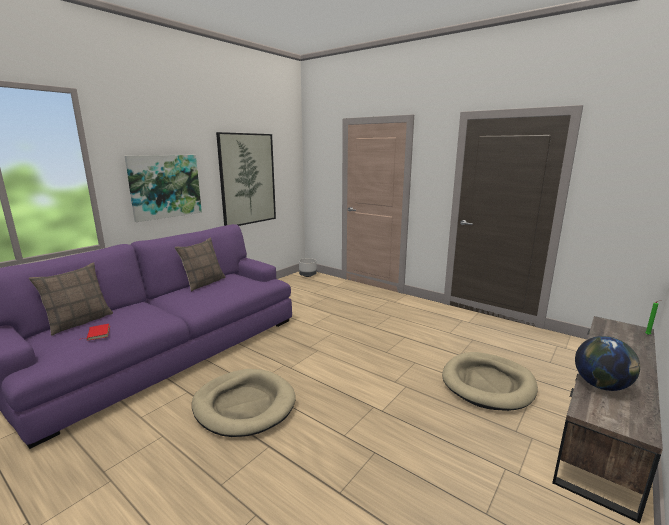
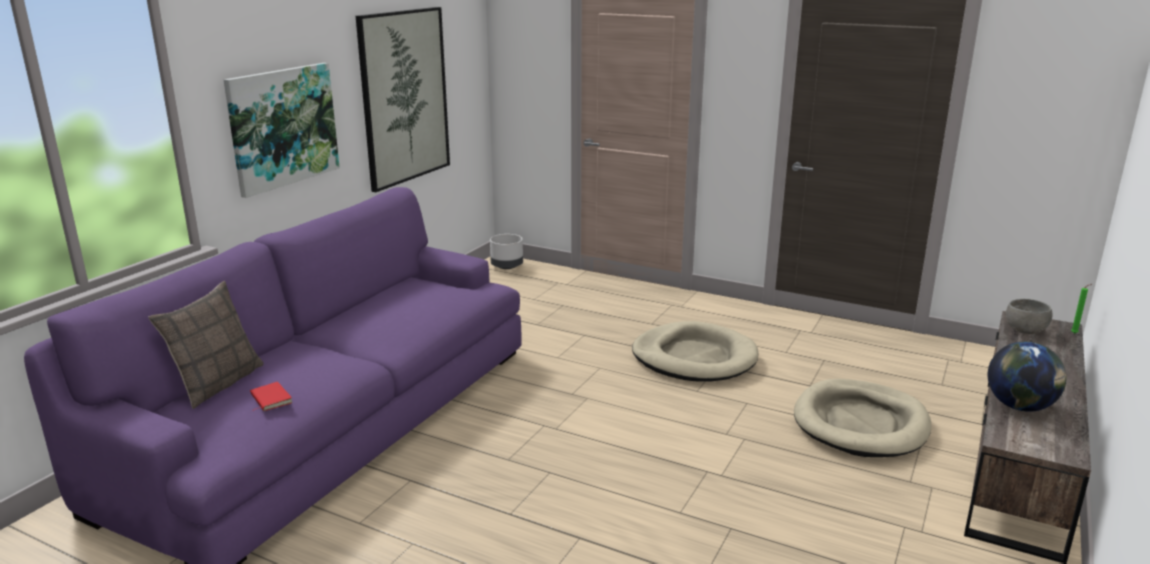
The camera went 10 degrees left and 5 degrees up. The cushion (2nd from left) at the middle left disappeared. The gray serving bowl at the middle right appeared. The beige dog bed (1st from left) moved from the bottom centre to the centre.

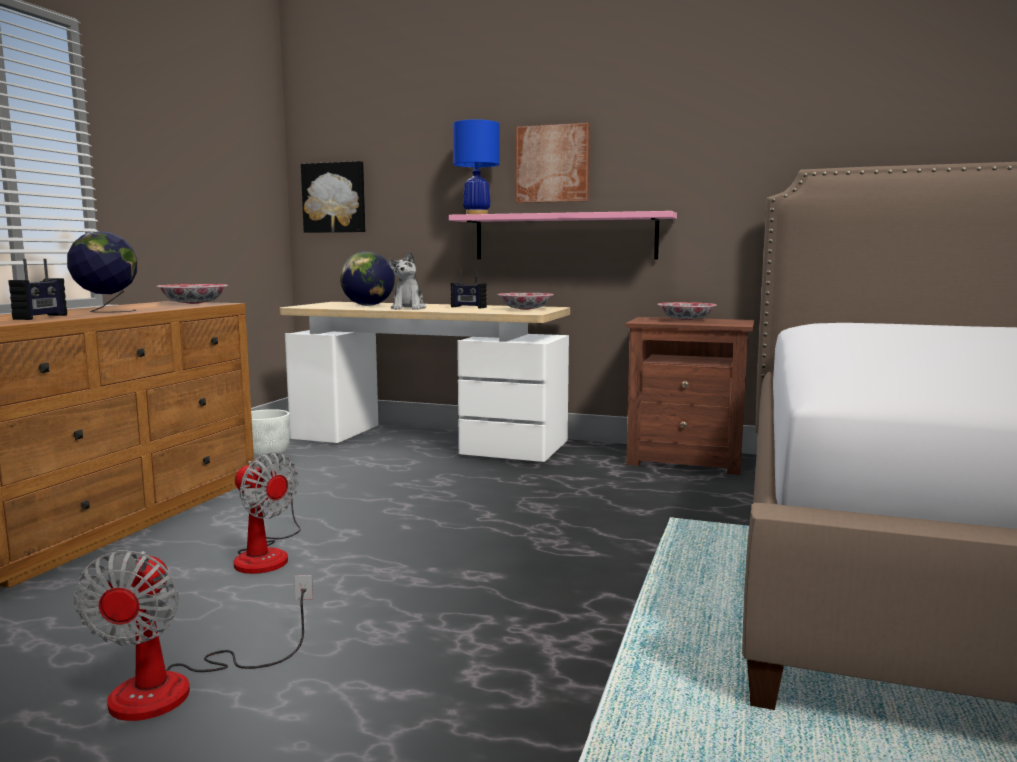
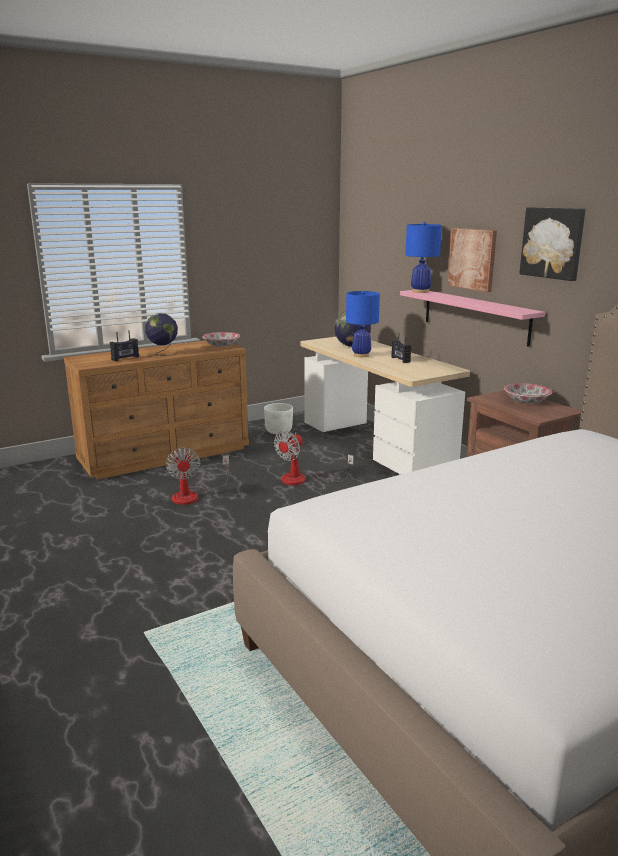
The camera went 40 degrees right and 10 degrees up. The serving bowl (2nd from left) at the centre disappeared. The electric fan (1st from left in the first image) moved from the bottom left to the centre. The picture (1st from left in the first image) moved from the top left to the top right. The soft toy at the centre was replaced by the bluish lamp for a table (1st from left) at the centre.

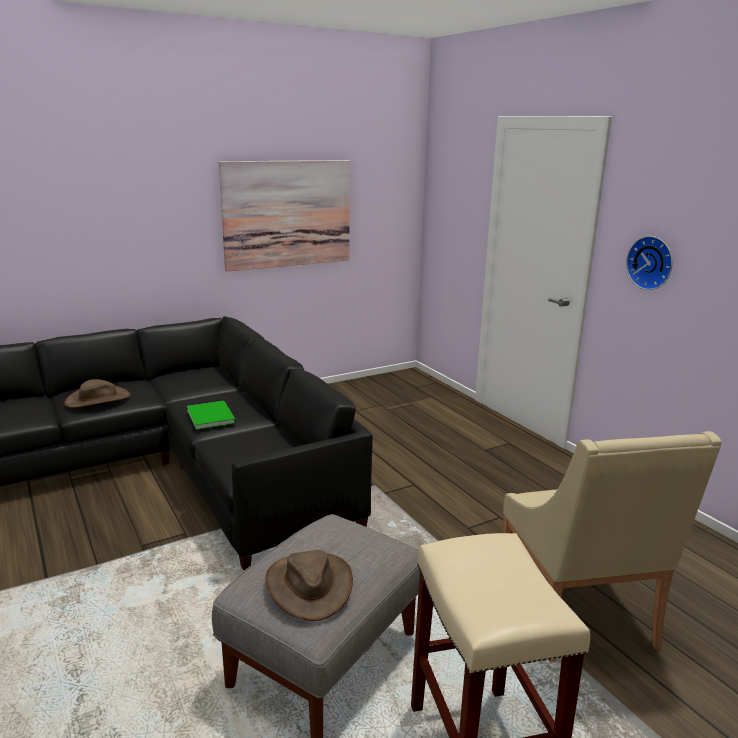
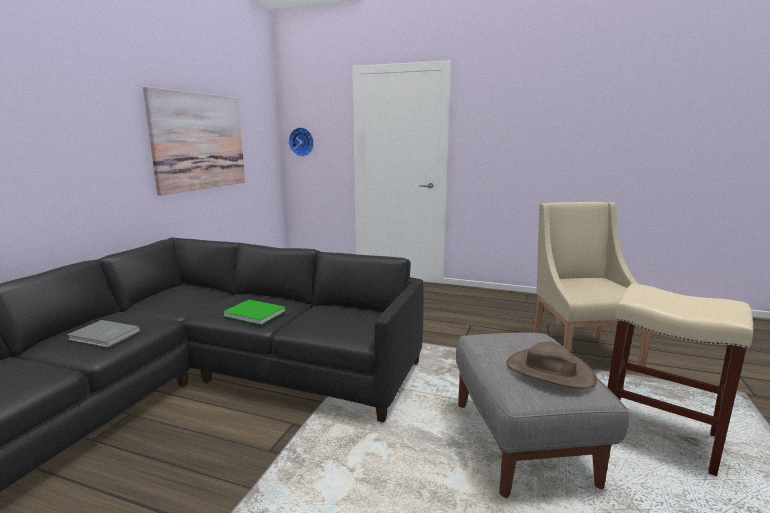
The camera went 40 degrees left and 5 degrees down. The wall clock moved from the middle right to the top centre. The brown-coloured hat (1st from left) at the middle left was replaced by the gray book at the middle left. The beige easy chair at the bottom right turned 135 degrees counterclockwise.

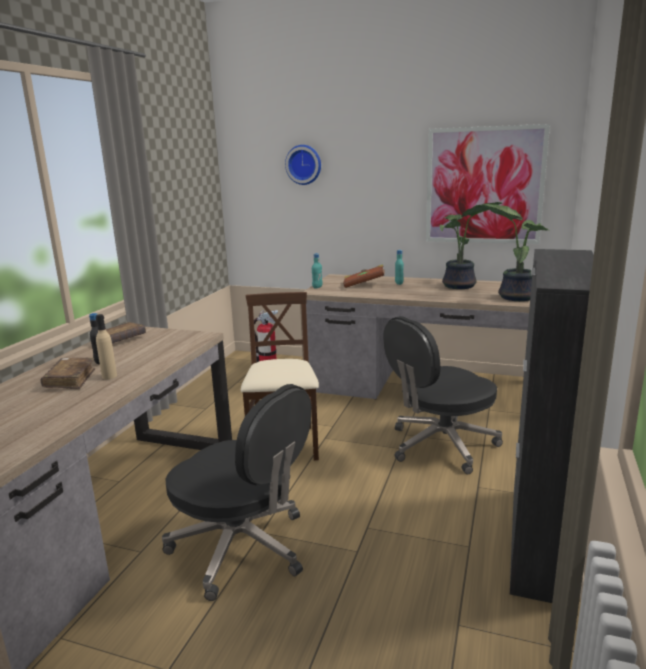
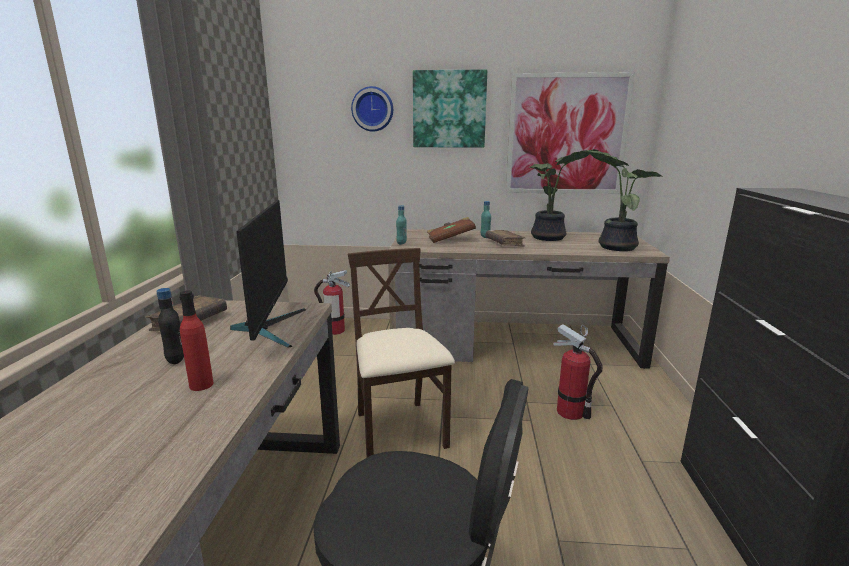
The camera went 15 degrees left and 0 degrees up. The computer display at the middle left appeared. The picture (1st from left) at the top centre appeared. The brown-coloured book (1st from left in the first image) moved from the middle left to the centre. The black-coloured office chair (2nd from left) at the middle right was replaced by the extinguisher (2nd from left) at the middle right. The beige drink bottle at the middle left became the reddish drink bottle at the middle left.

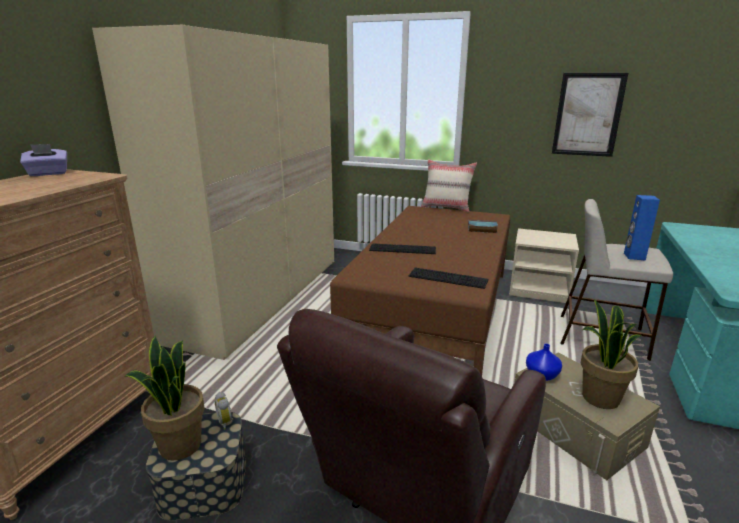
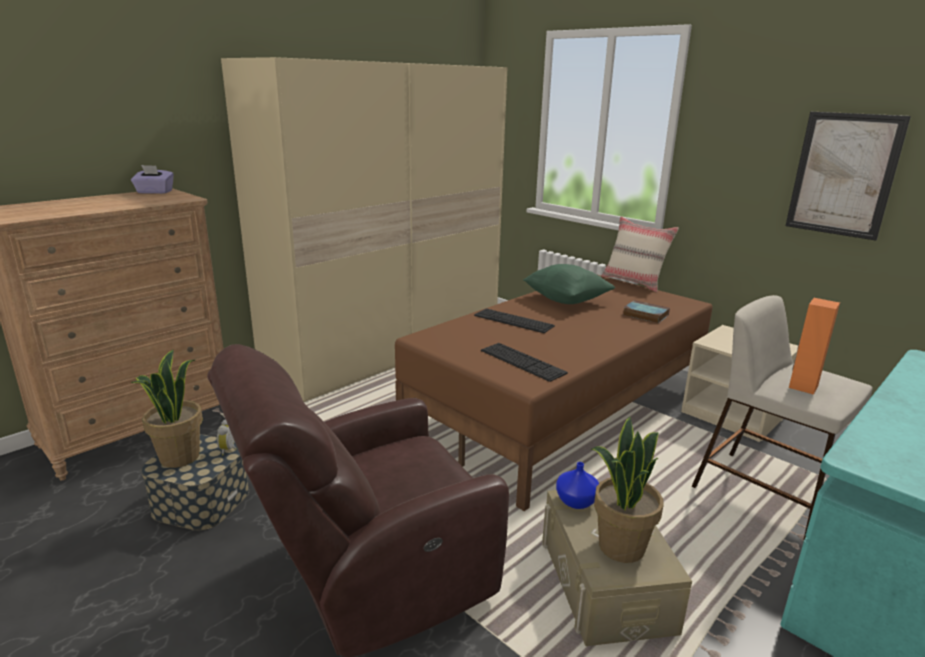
The camera went 25 degrees right and 0 degrees up. The greenish cushion at the centre appeared. The bluish audio speaker at the middle right became the orange audio speaker at the middle right.

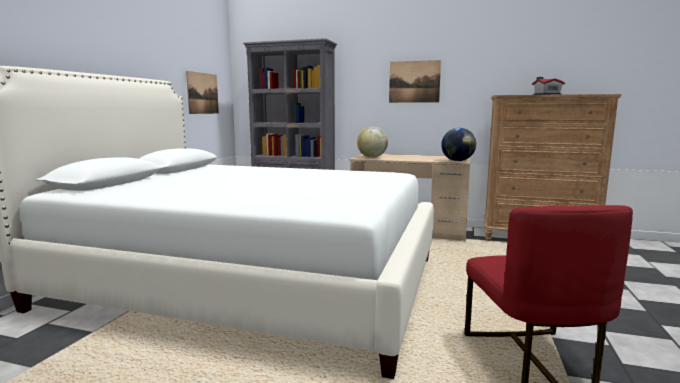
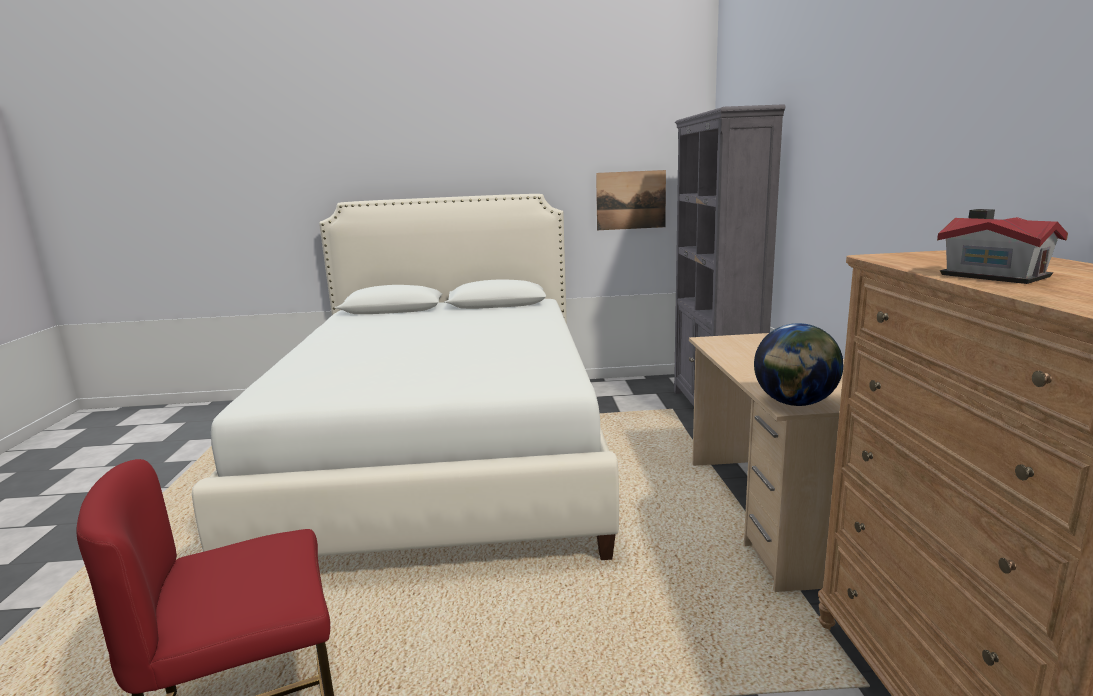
The camera went 70 degrees right and 5 degrees up. The desk globe (1st from left) at the centre disappeared. The picture (2nd from left) at the top centre disappeared.

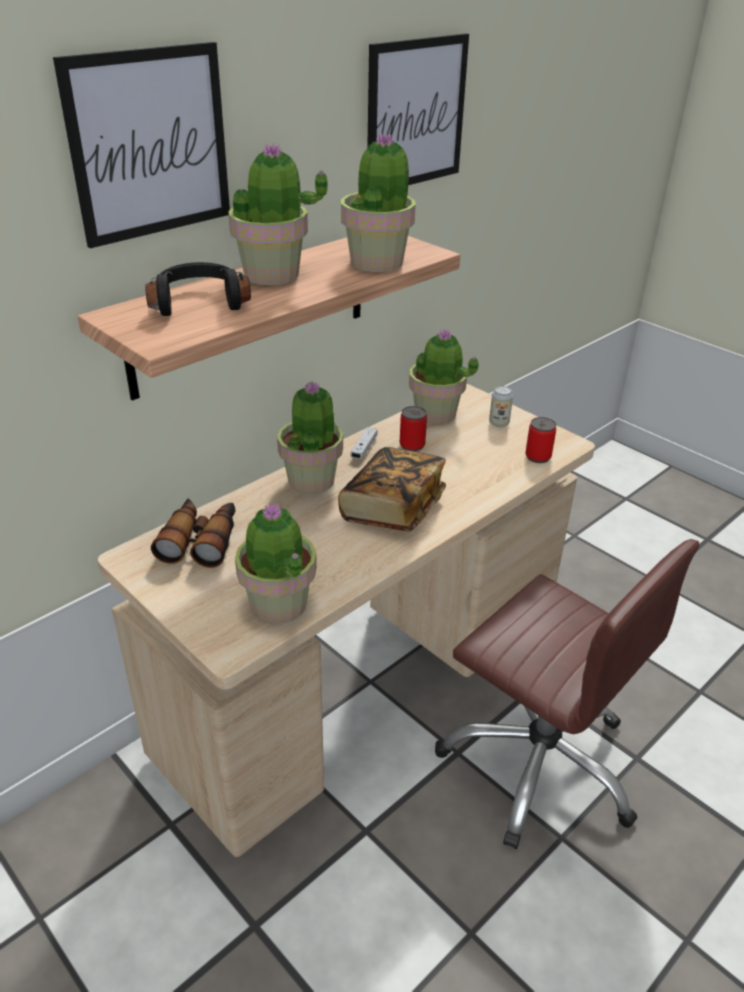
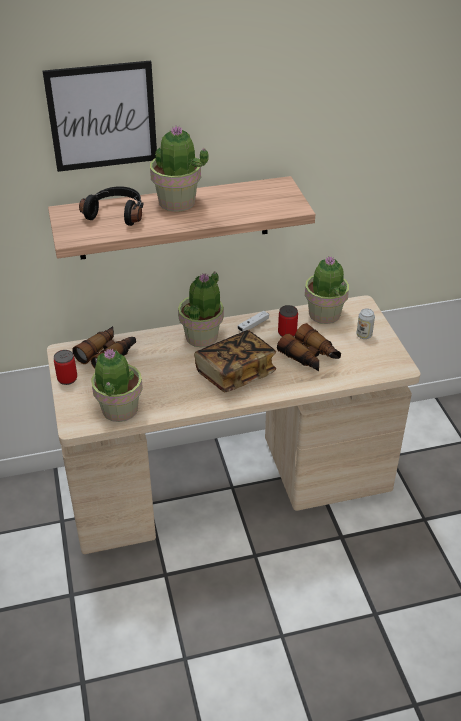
The camera went 30 degrees right and 5 degrees up. The houseplant (4th from left) at the top centre disappeared. The picture (2nd from left) at the top centre disappeared. The brown-coloured office chair at the bottom right disappeared. The pair of binoculars (2nd from left) at the middle right appeared. The sealed can (3rd from left in the first image) moved from the middle right to the middle left.

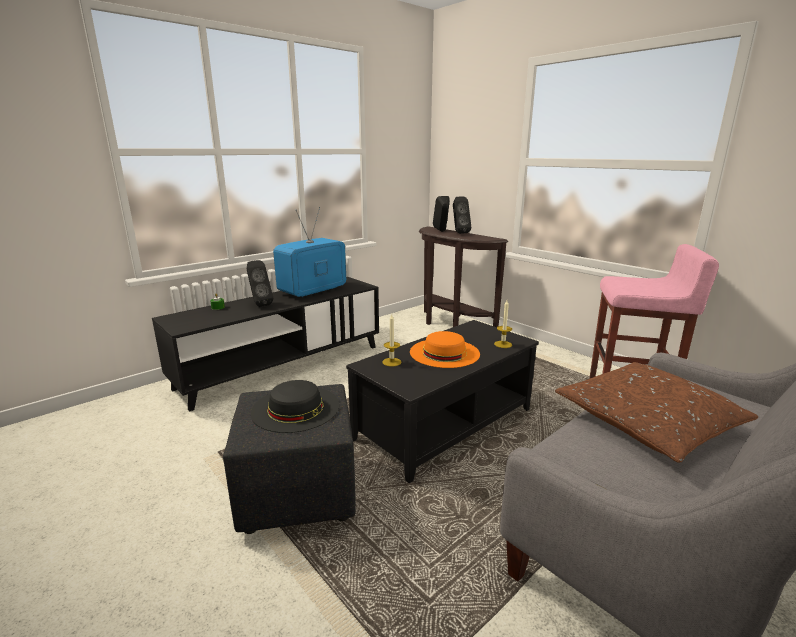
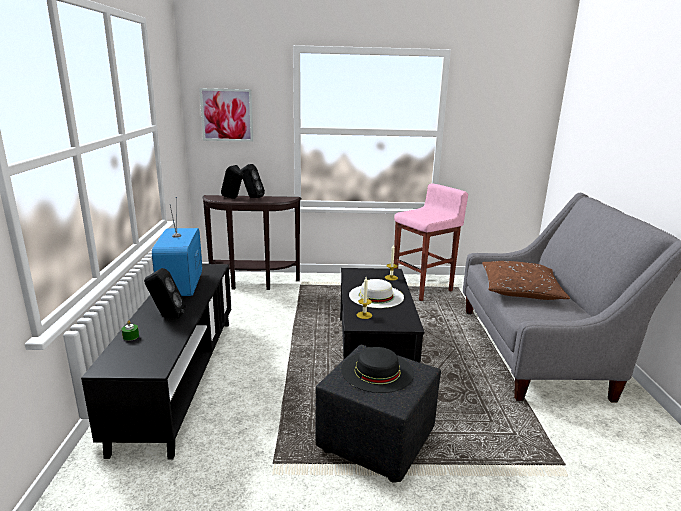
The camera went 50 degrees left and 0 degrees up. The picture at the top left appeared. The orange hat at the centre became the white-coloured hat at the centre.

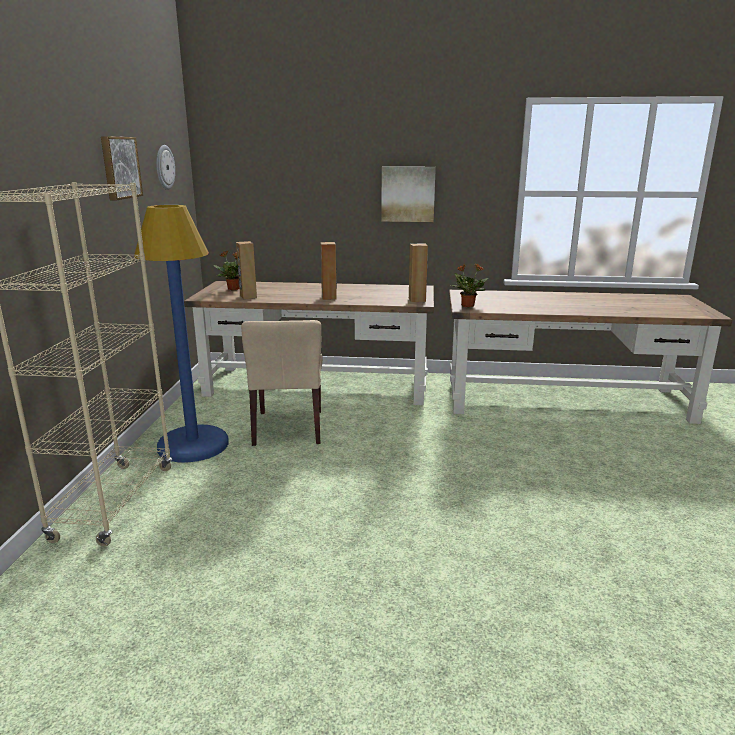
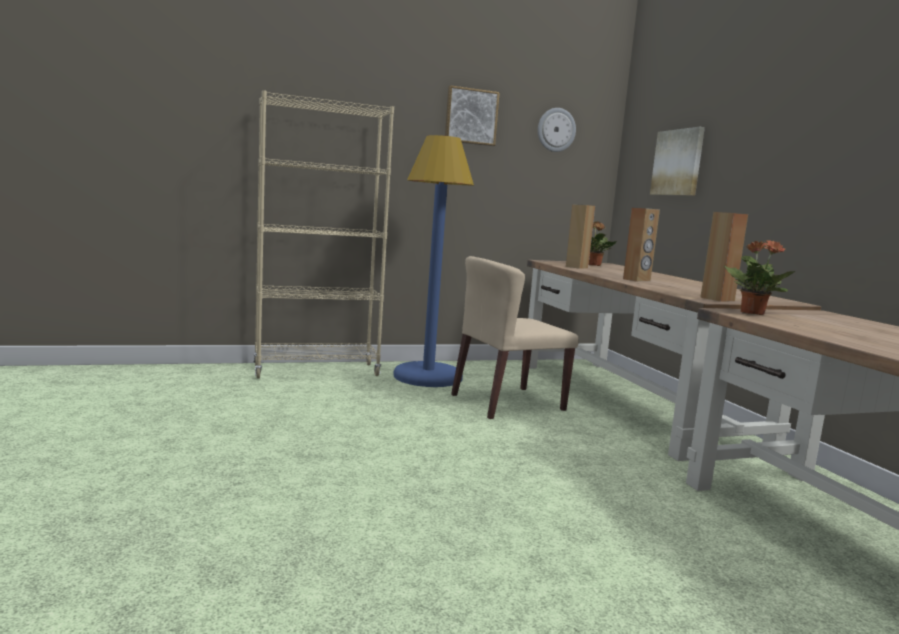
The camera went 65 degrees right and 10 degrees down. The picture (2nd from left) moved from the top centre to the top right.

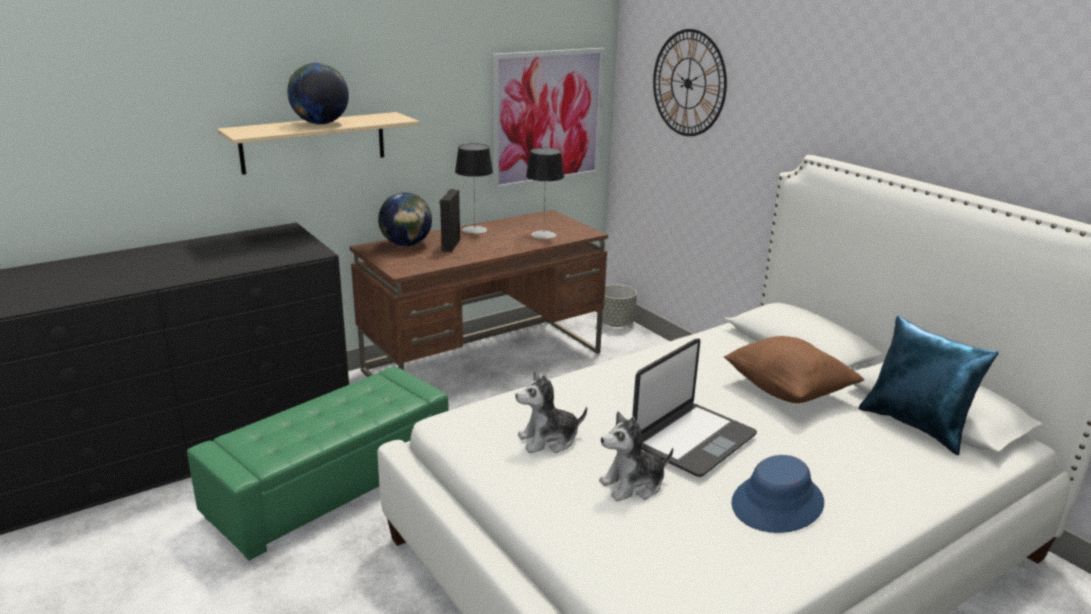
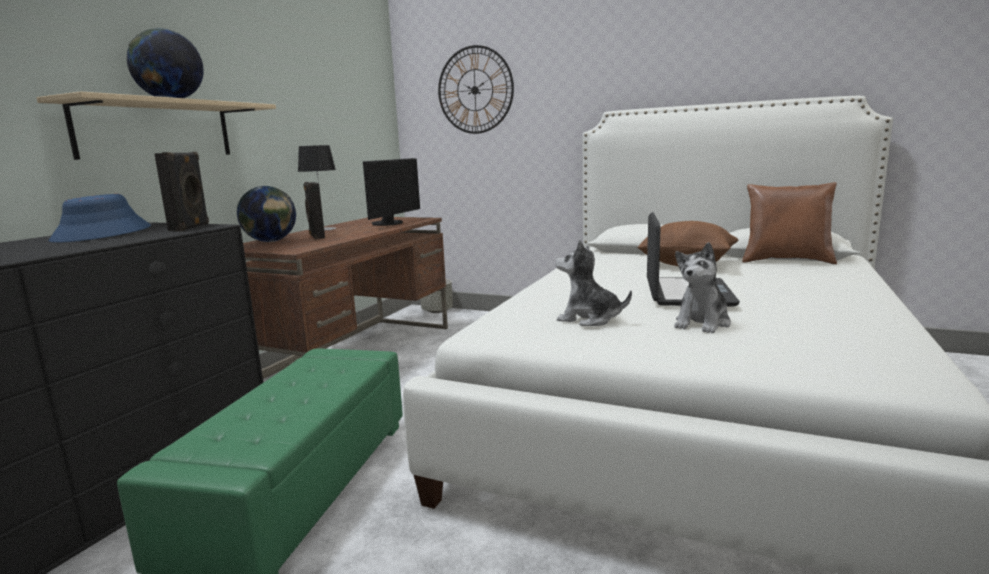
The camera went 30 degrees left and 10 degrees down. The picture at the top centre disappeared. The black-coloured audio speaker (1st from left) at the top left appeared. The bluish hat moved from the bottom right to the middle left. The lamp for a table (2nd from left) at the top centre was replaced by the computer display at the centre. The bluish cushion at the middle right became the brown-coloured cushion (2nd from left) at the middle right. The soft toy (1st from left) at the bottom centre turned 75 degrees clockwise.

